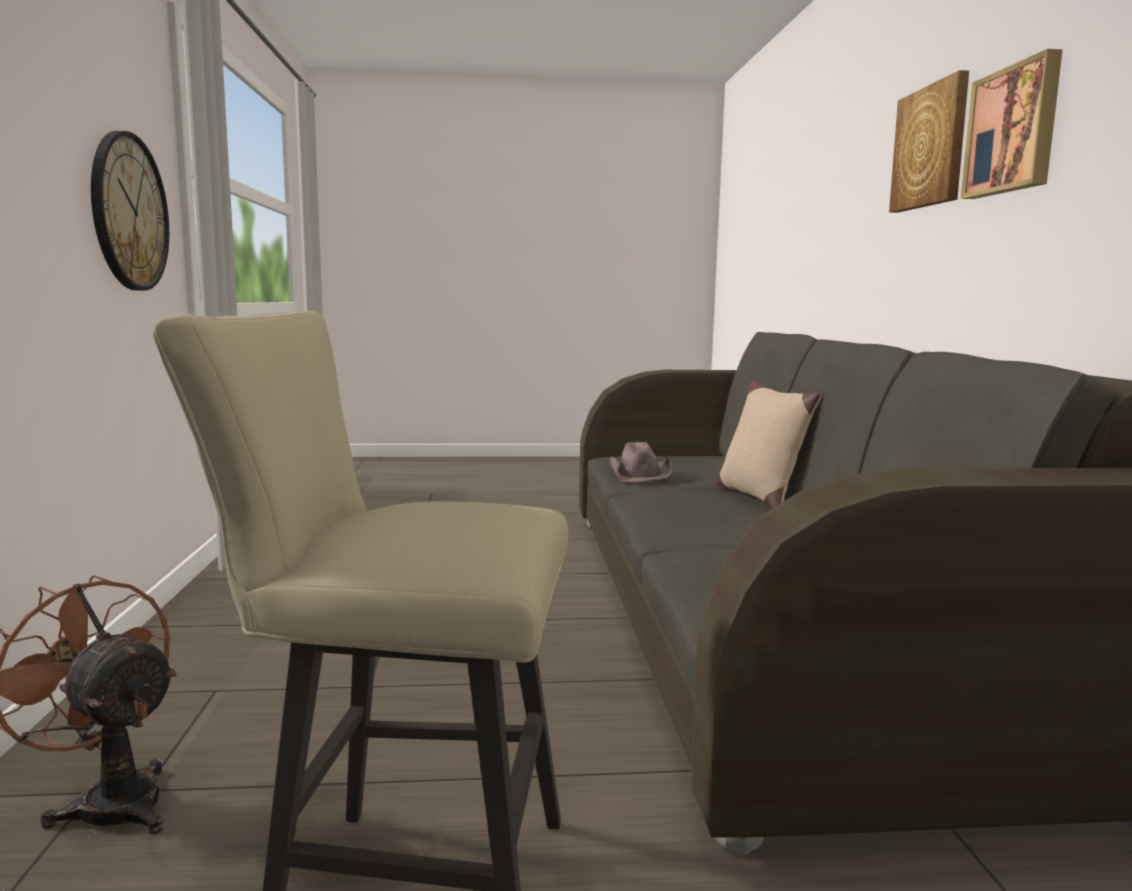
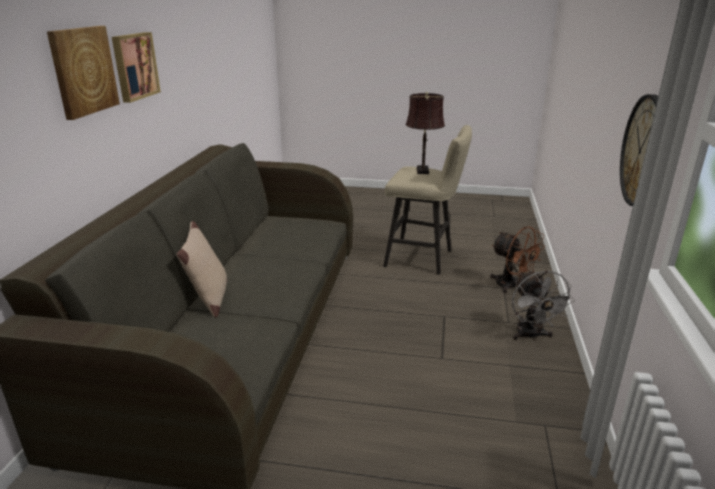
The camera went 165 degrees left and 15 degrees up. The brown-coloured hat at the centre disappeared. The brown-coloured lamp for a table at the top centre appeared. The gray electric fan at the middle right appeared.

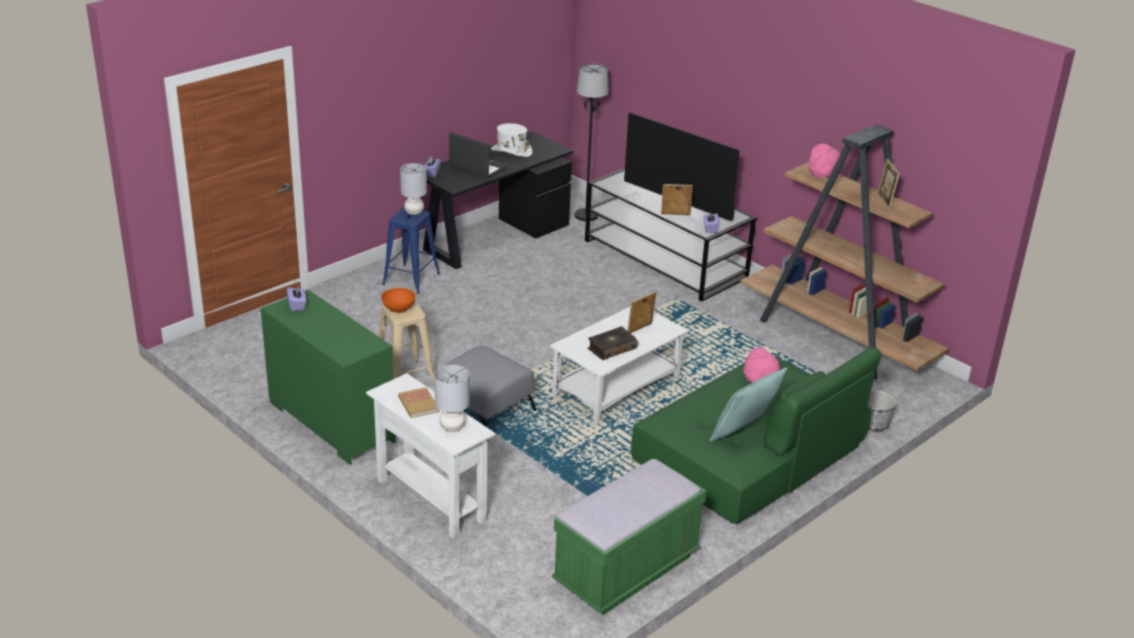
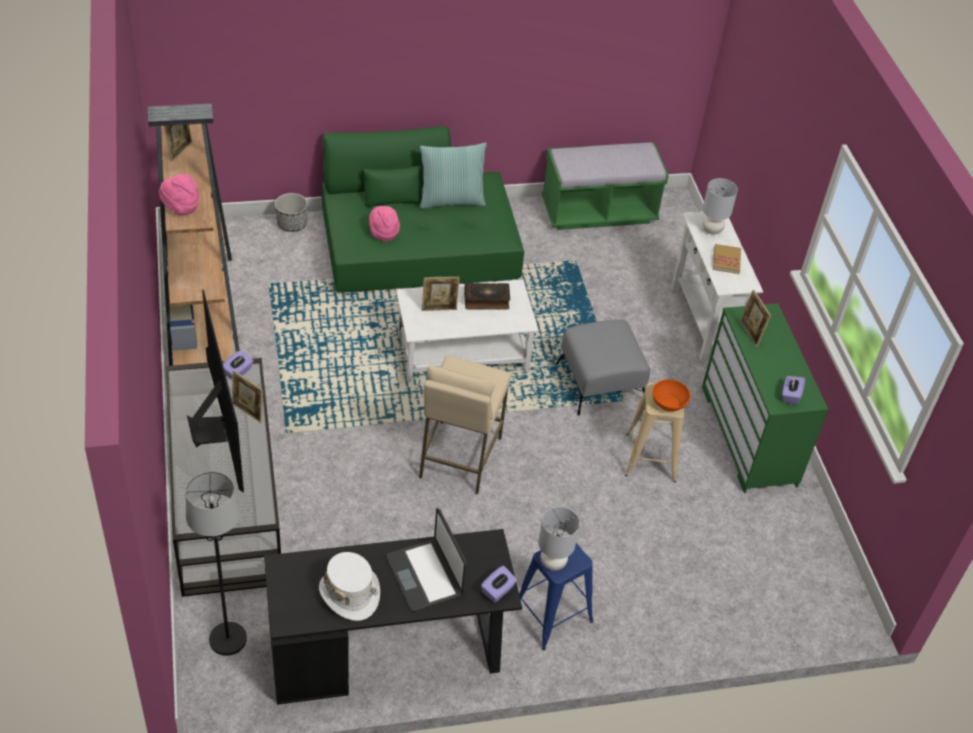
The camera went 150 degrees left and 15 degrees up. The beige sitting stool (1st from left) at the centre appeared. The standing frame (4th from left) at the middle right appeared.

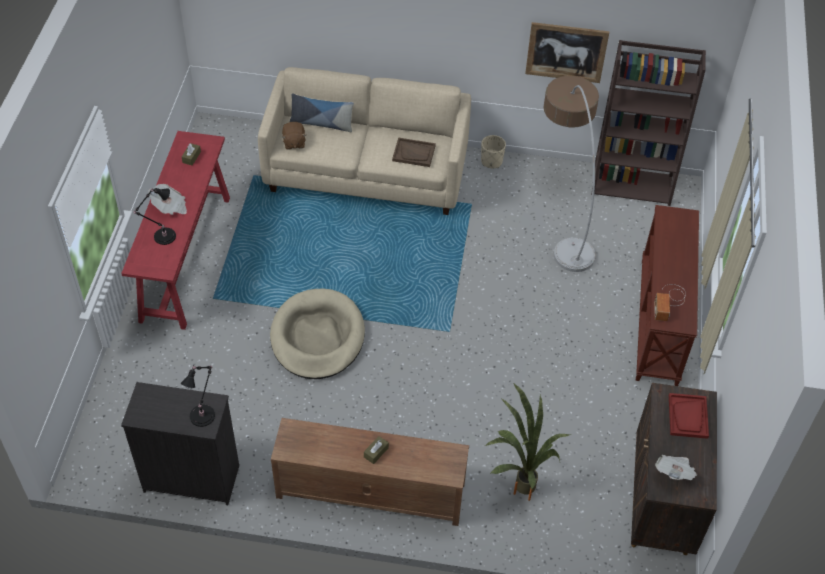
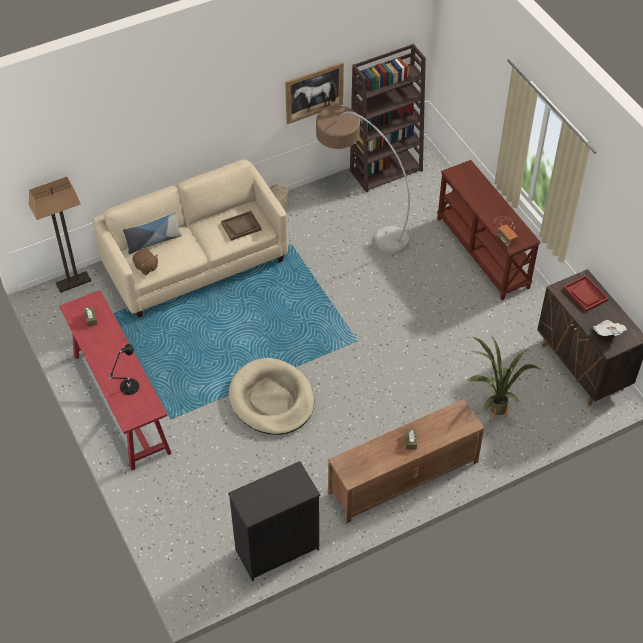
The camera went 35 degrees left and 0 degrees up. The newspaper (1st from left) at the middle left disappeared. The black-coloured lamp for a table (2nd from left) at the bottom left disappeared. The standard lamp (1st from left) at the middle left appeared.

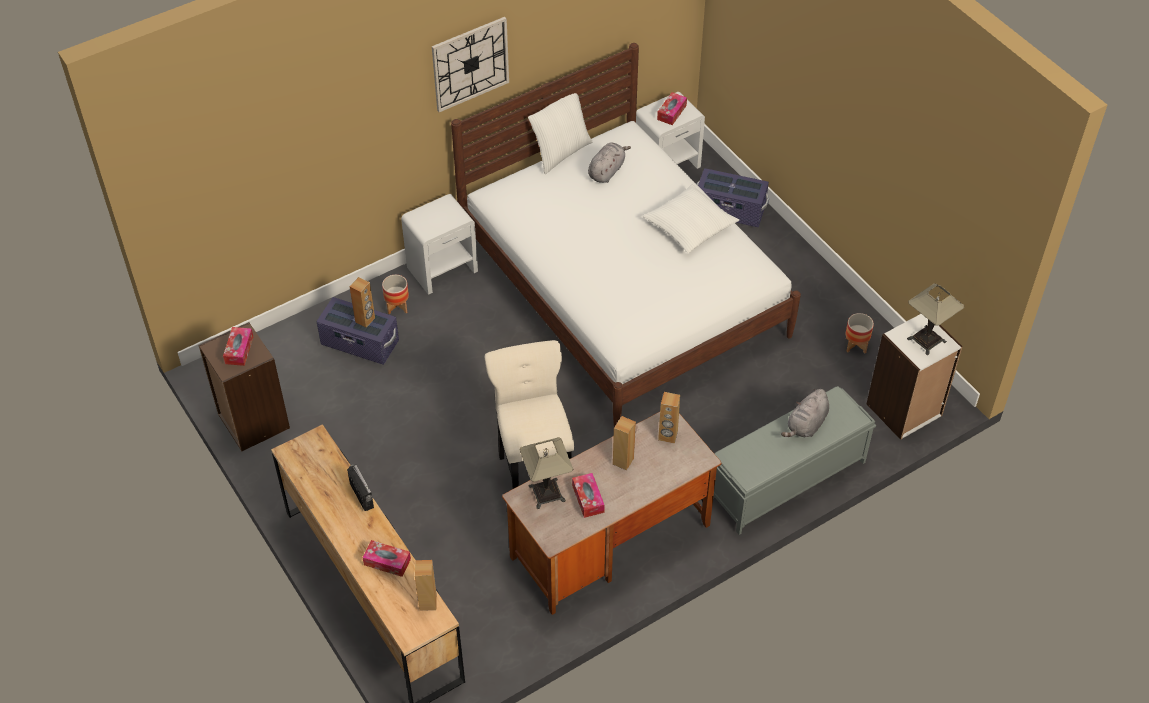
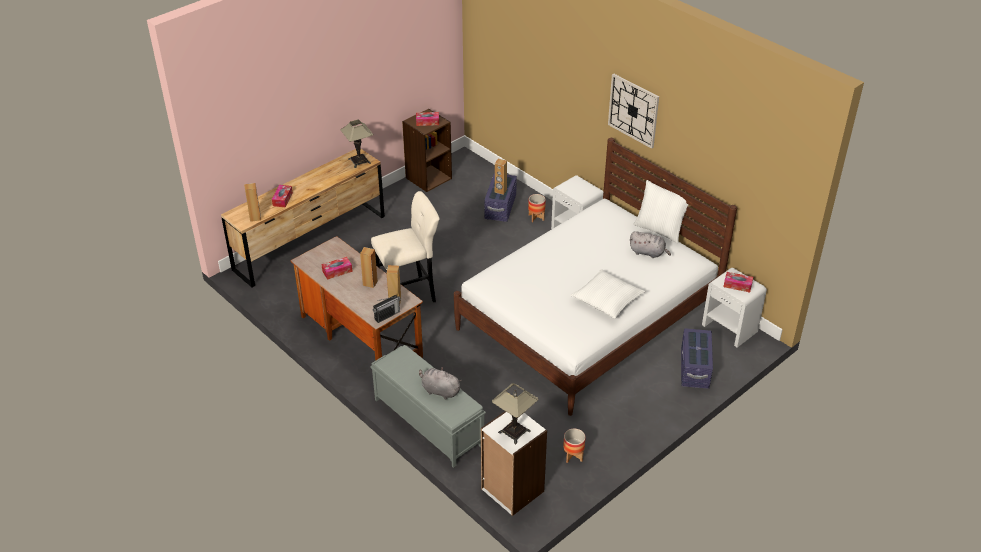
The camera went 80 degrees right and 10 degrees down. The radio receiver moved from the bottom left to the centre. The lamp for a table (1st from left) moved from the bottom centre to the top centre.

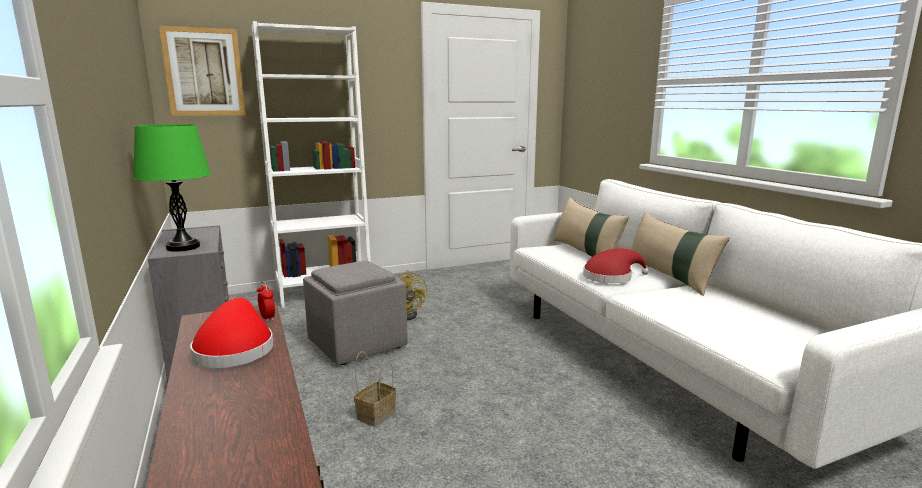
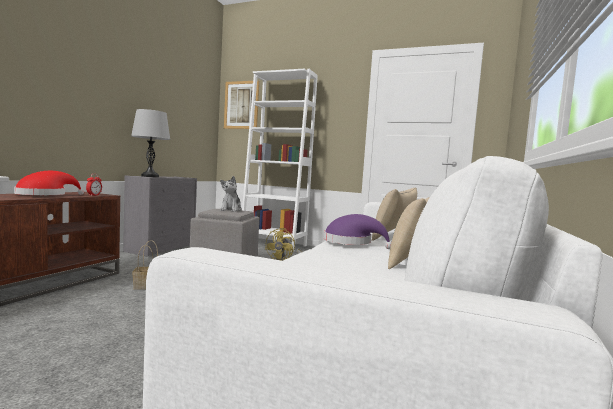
The camera went 45 degrees right and 10 degrees down. The soft toy at the centre appeared. The greenish lamp for a table at the middle left became the gray lamp for a table at the middle left. The reddish hat (2nd from left) at the middle right became the purple hat at the centre.

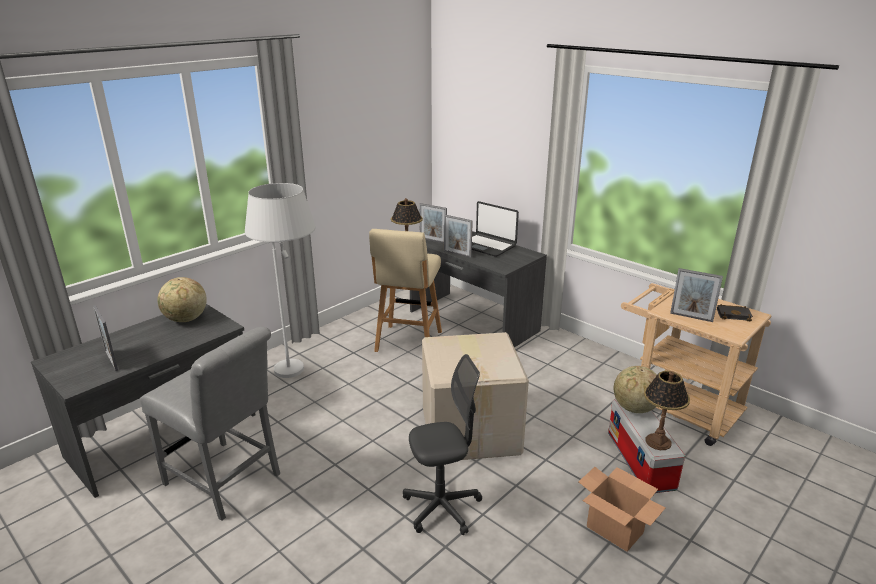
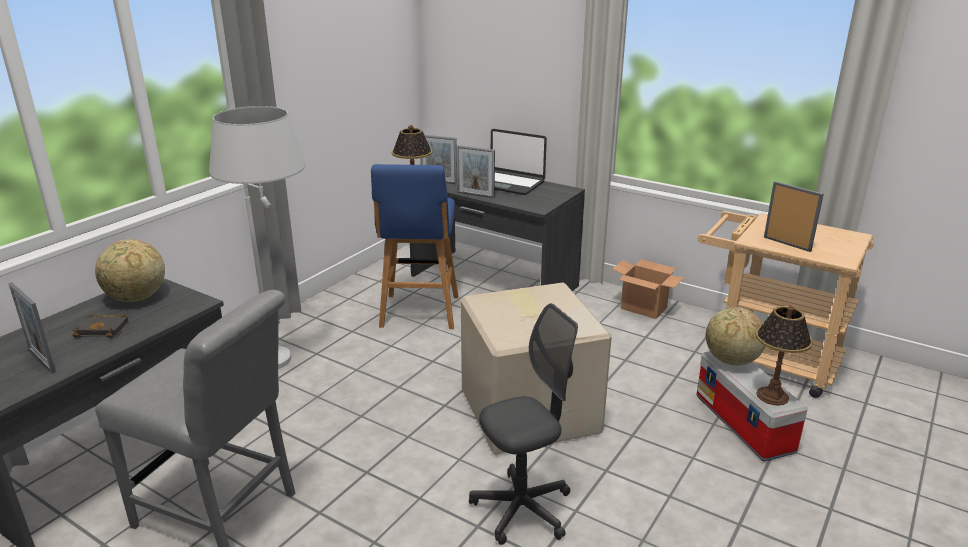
The camera went 10 degrees left and 0 degrees up. The packing box (2nd from left) moved from the bottom right to the middle right. The black-coloured book moved from the middle right to the middle left. The beige sitting stool at the centre became the bluish sitting stool at the centre. The standing frame (4th from left) at the middle right turned 150 degrees counterclockwise.

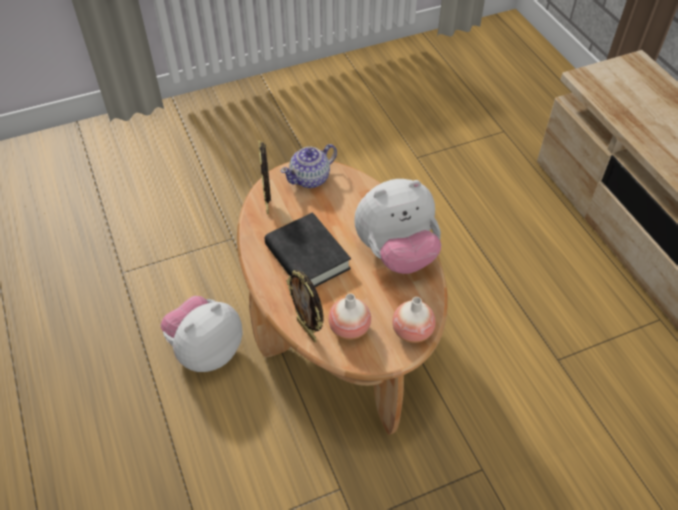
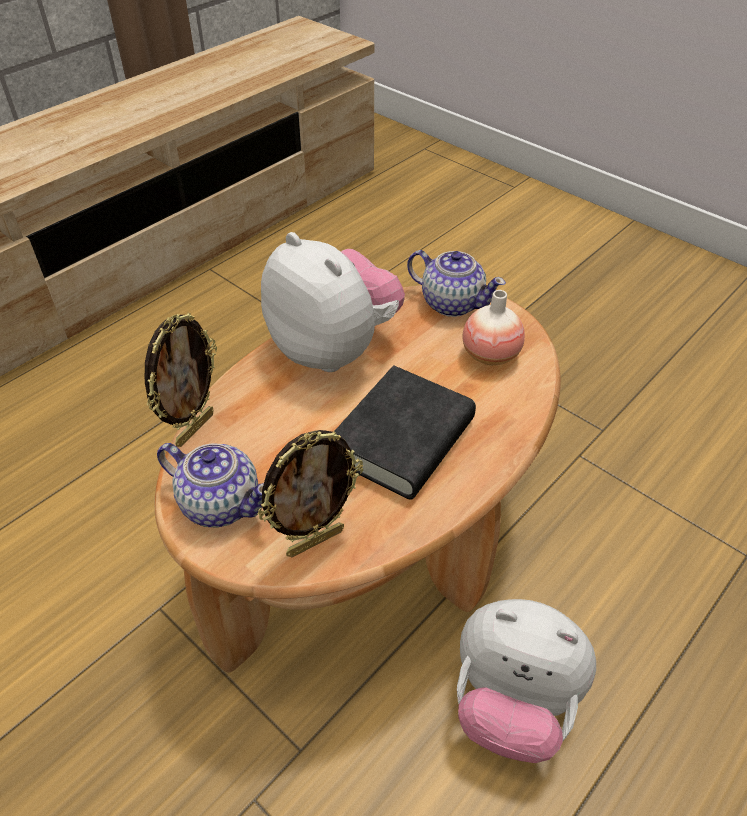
The camera went 115 degrees left and 5 degrees down. The standing frame (2nd from left in the first image) moved from the centre to the middle left. The vase (2nd from left) at the centre was replaced by the pot for tea (2nd from left) at the centre.

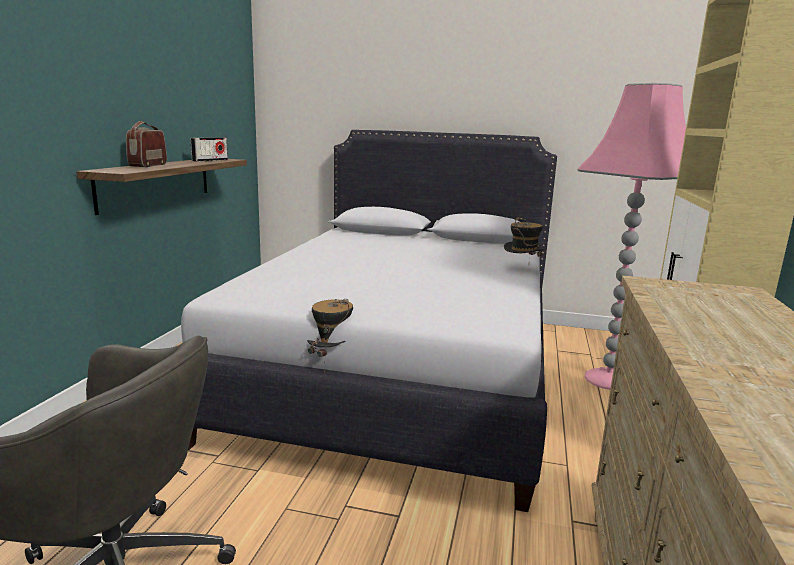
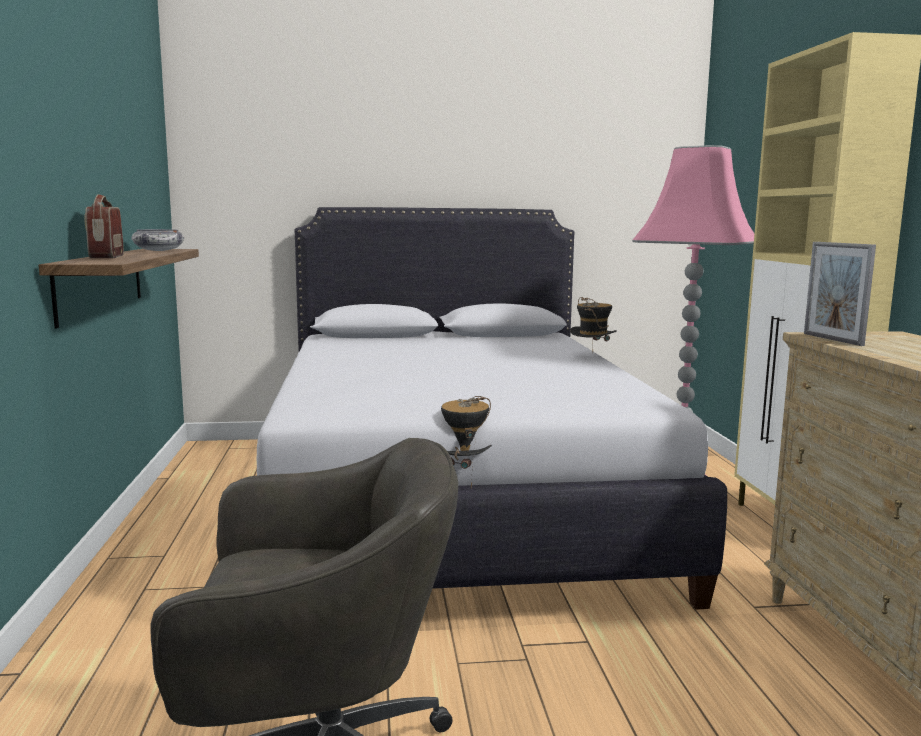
The camera went 20 degrees left and 5 degrees down. The standing frame at the middle right appeared. The radio receiver (2nd from left) at the top left was replaced by the serving bowl at the top left.

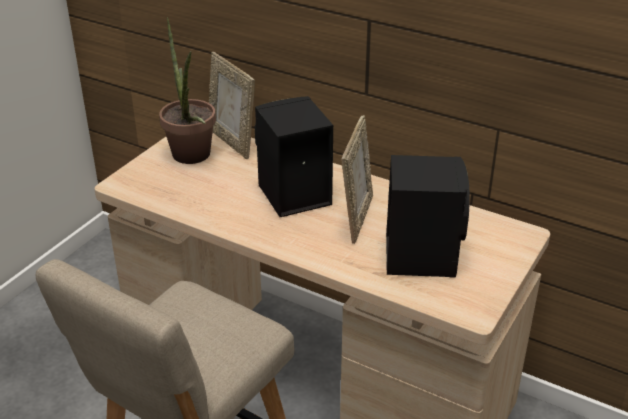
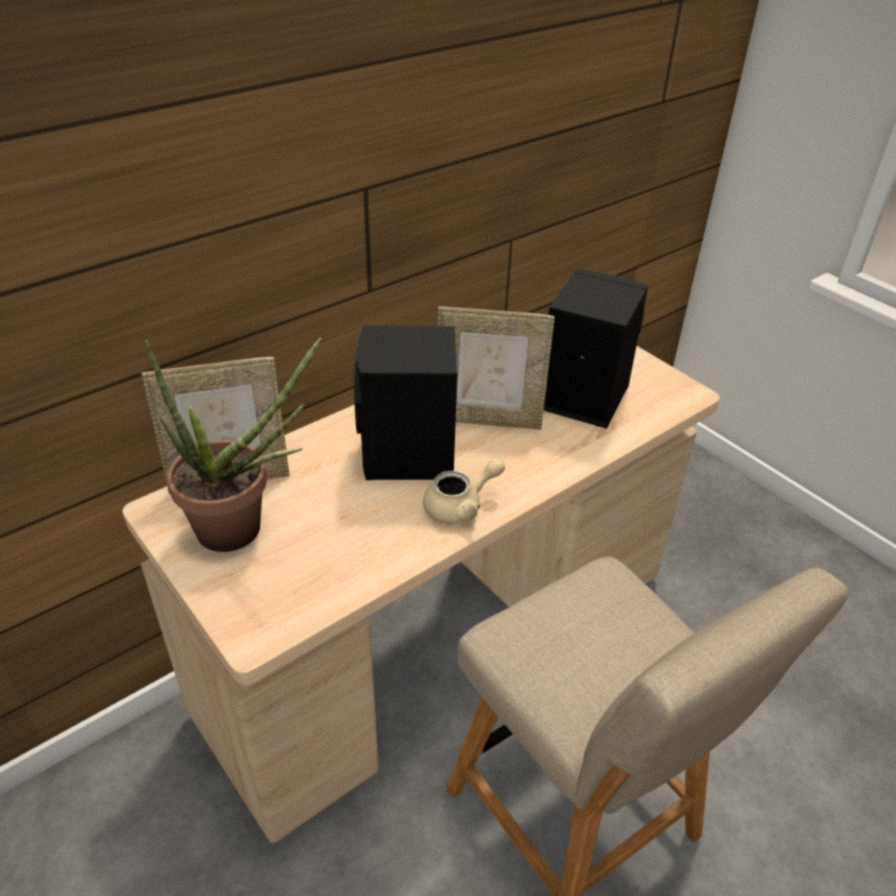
The camera went 70 degrees left and 5 degrees up. The beige pot for tea at the centre appeared. The standing frame (2nd from left) at the centre turned 150 degrees clockwise.

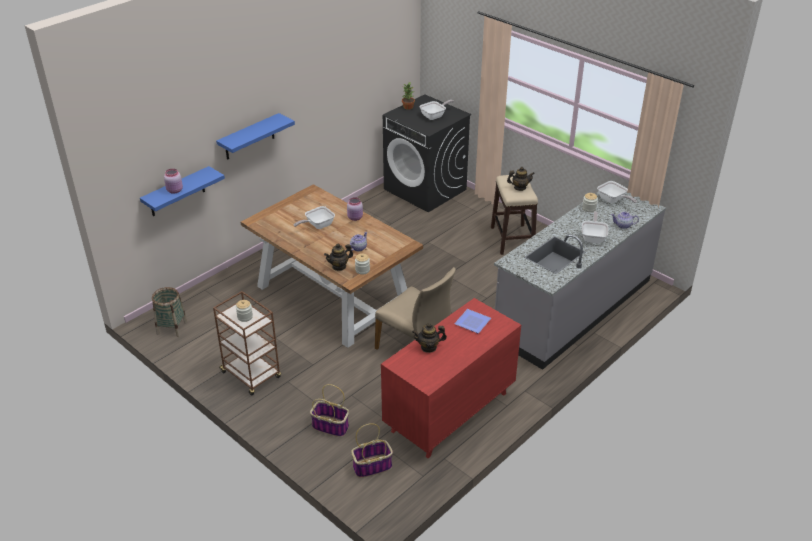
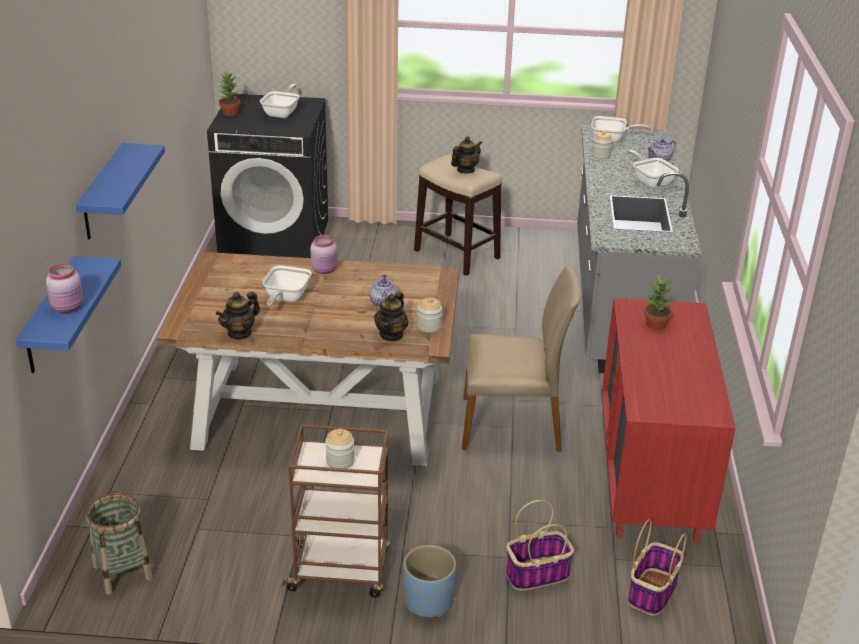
The camera went 40 degrees left and 5 degrees down. The bluish plant pot at the bottom centre appeared. The pot for tea (3rd from left in the first image) moved from the centre to the middle left. The flat dish at the centre was replaced by the houseplant (2nd from left) at the middle right.

